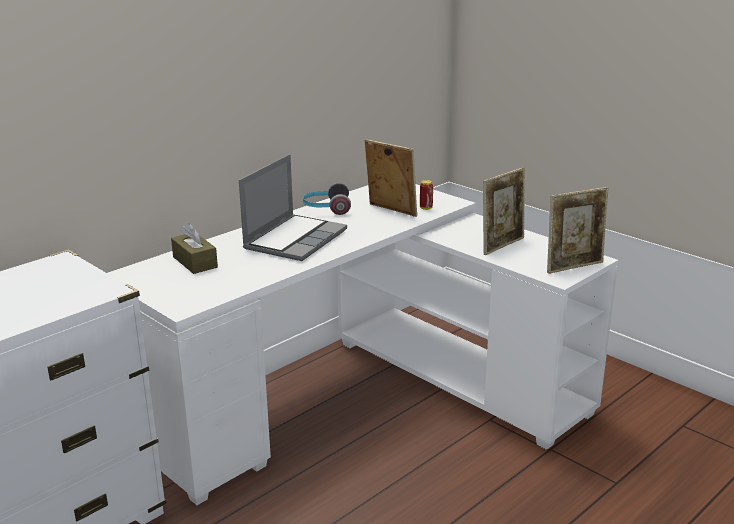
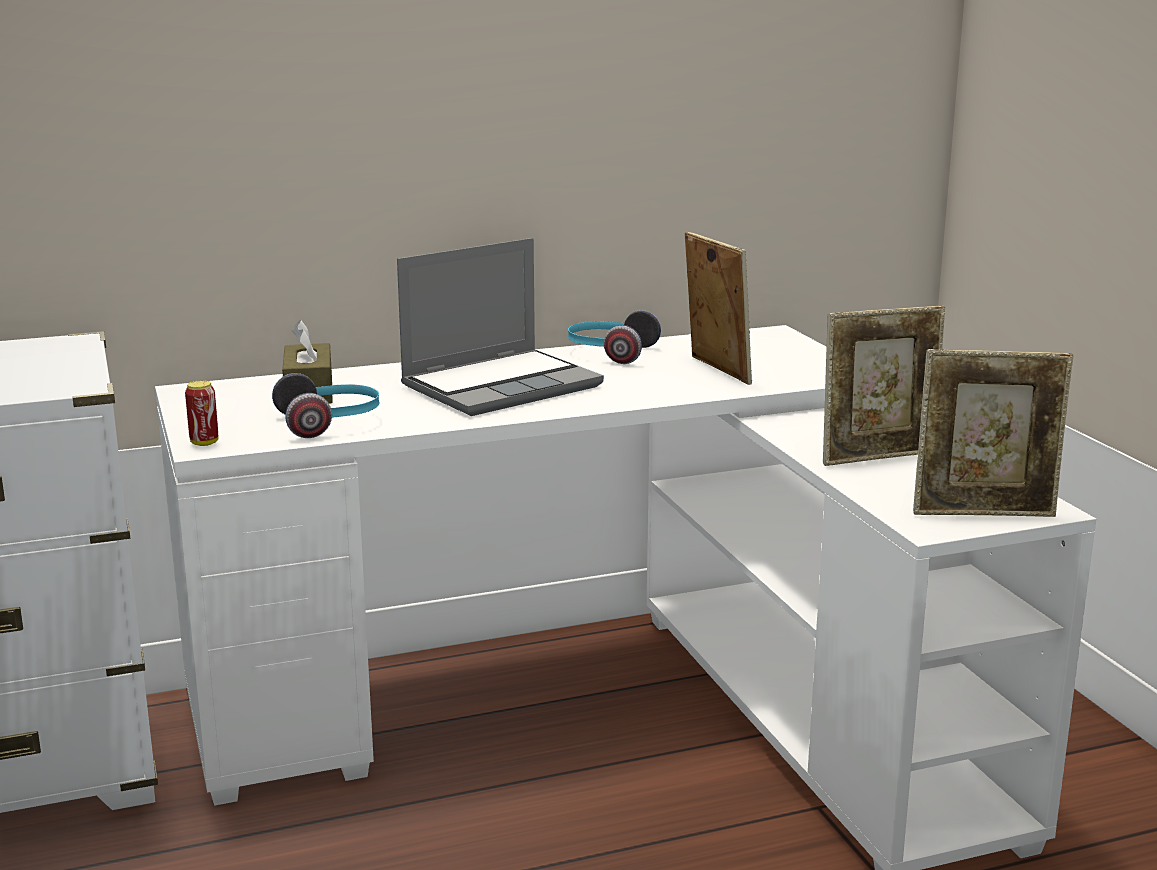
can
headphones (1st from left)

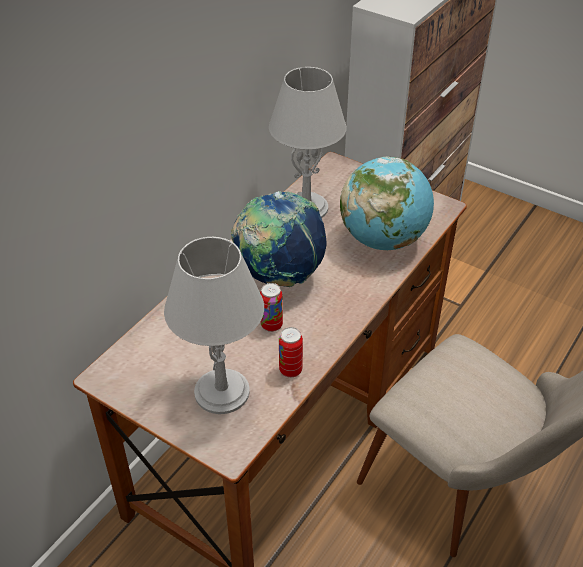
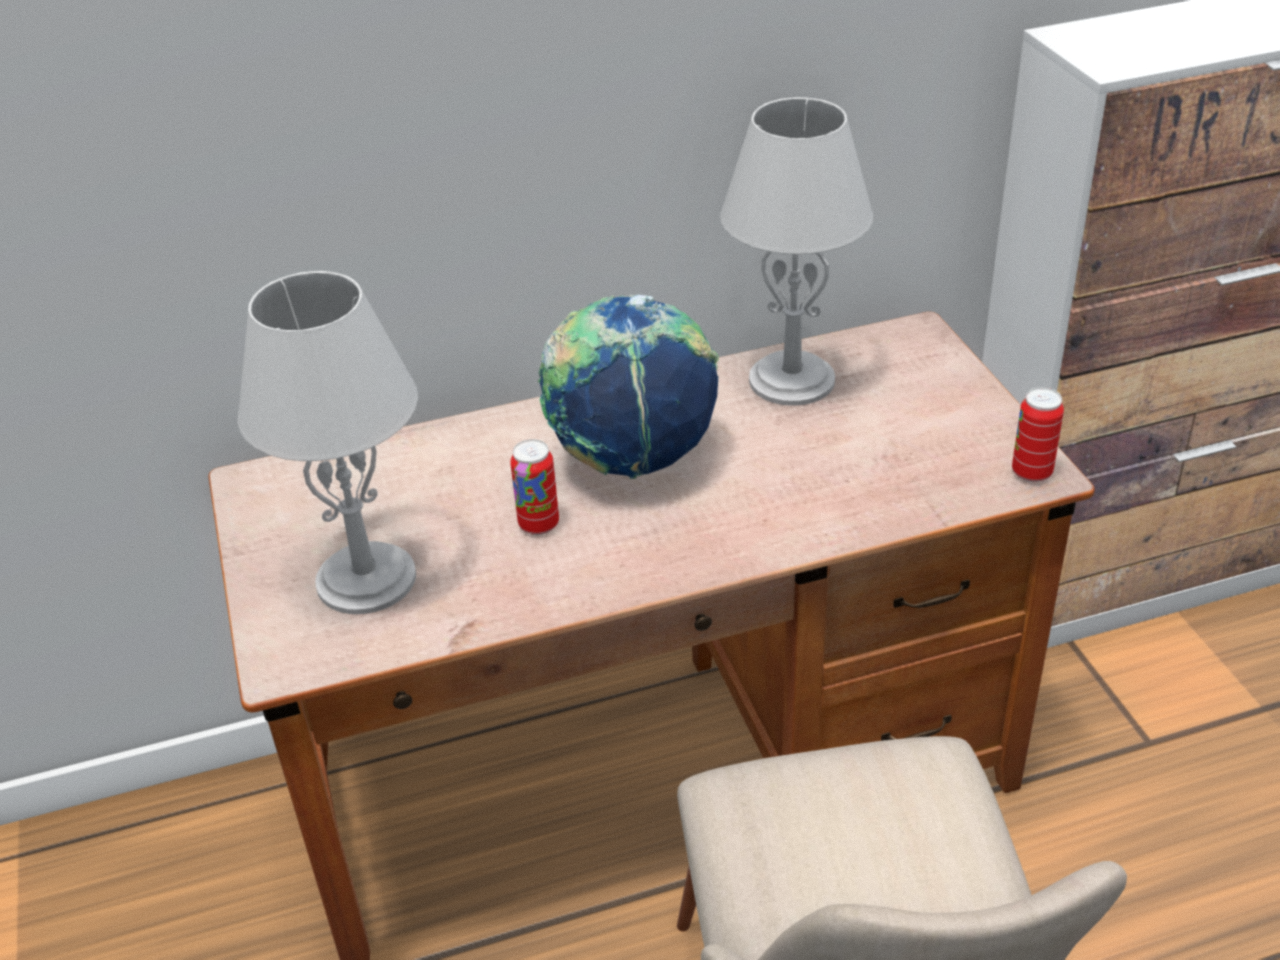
can (2nd from left)
globe (2nd from left in the first image)

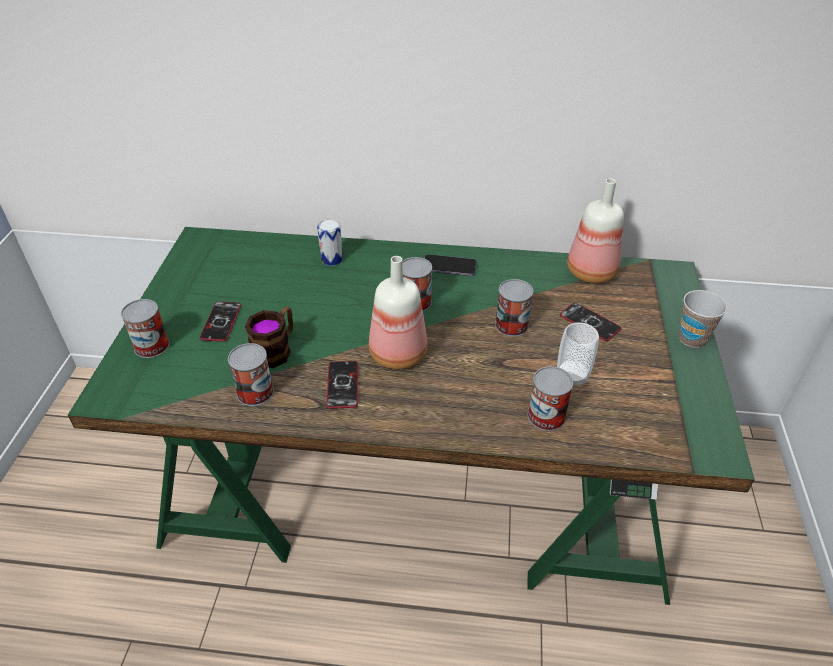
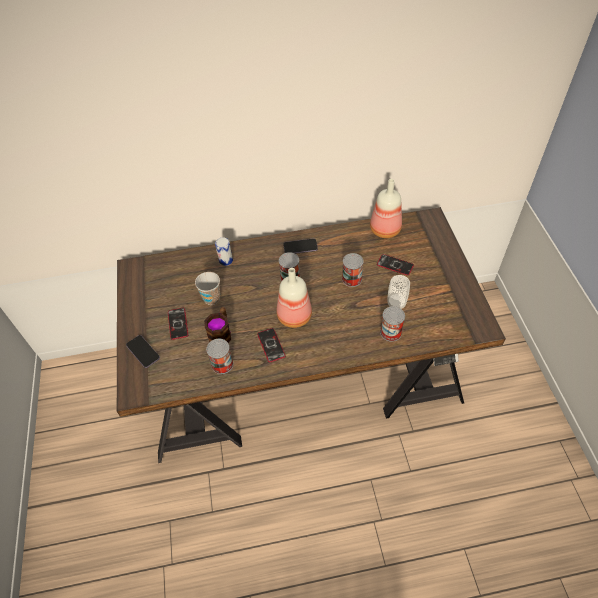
desk in brown
phone (1st from left)
cup (1st from left)

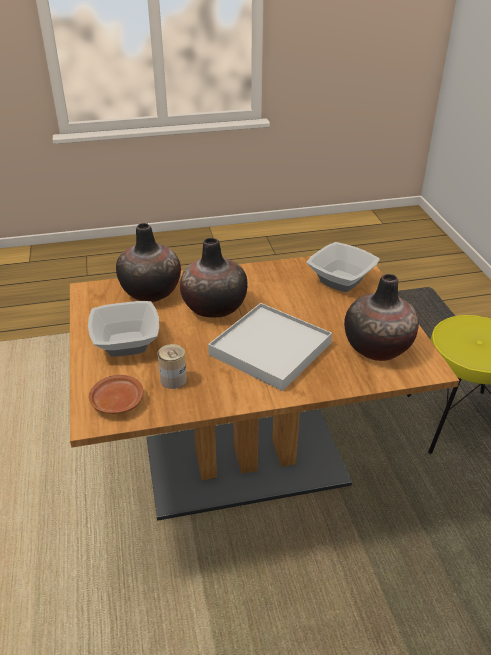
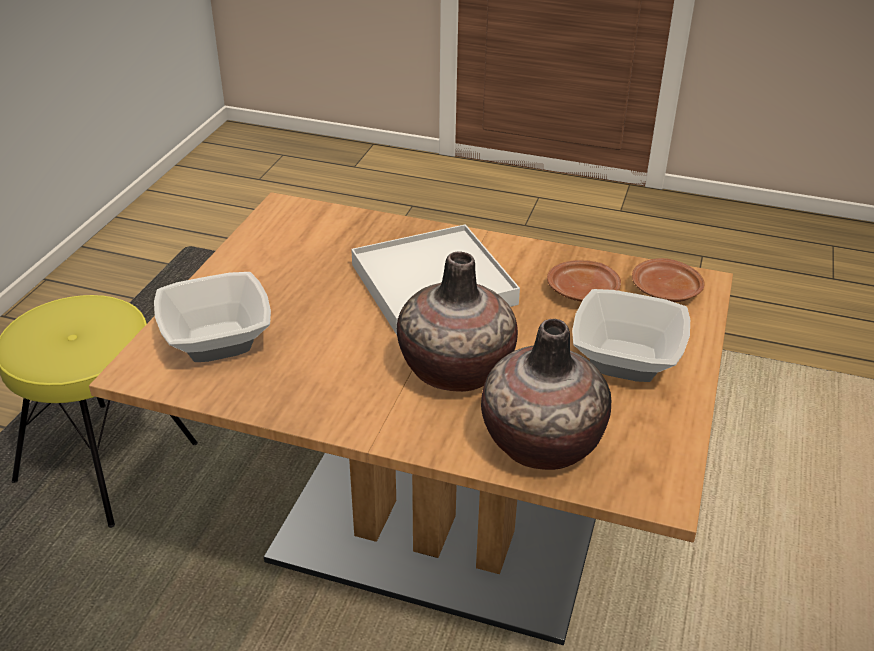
plate in brown (1st from left)
vase (3rd from left in the first image)

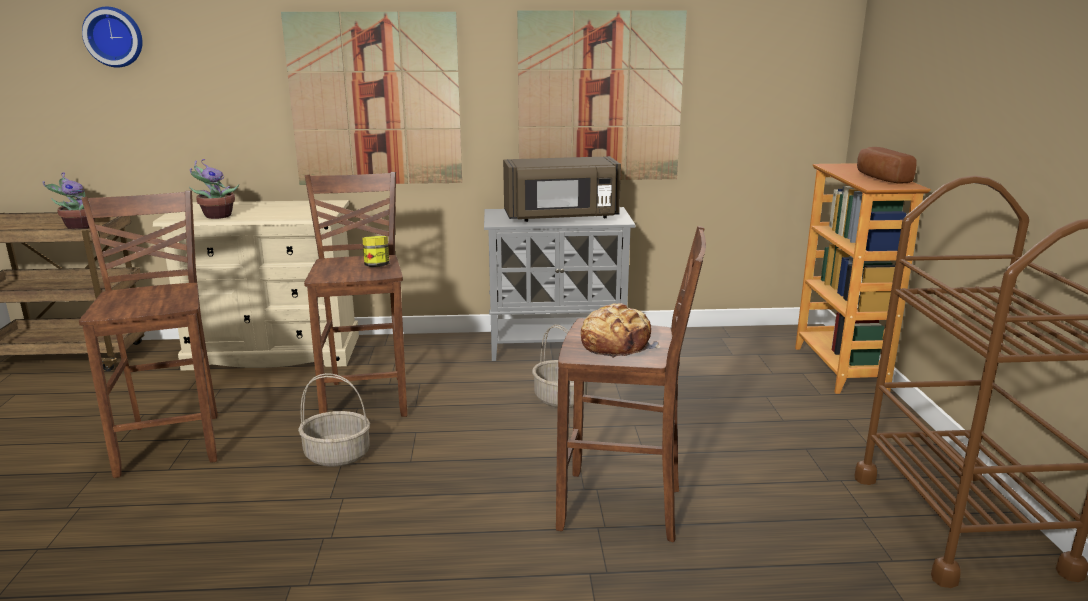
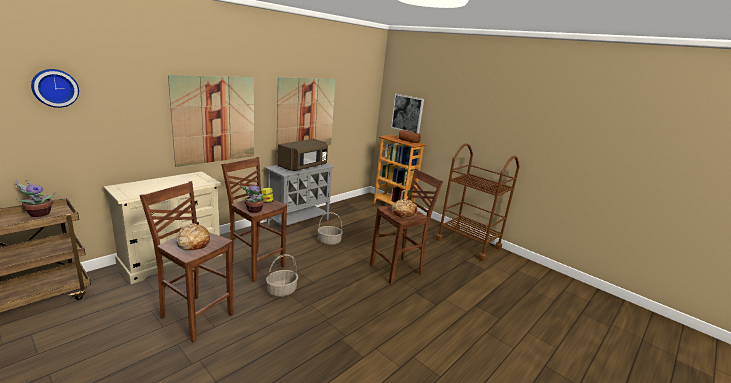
bread (1st from left)
potted plant (2nd from left)
picture (3rd from left)

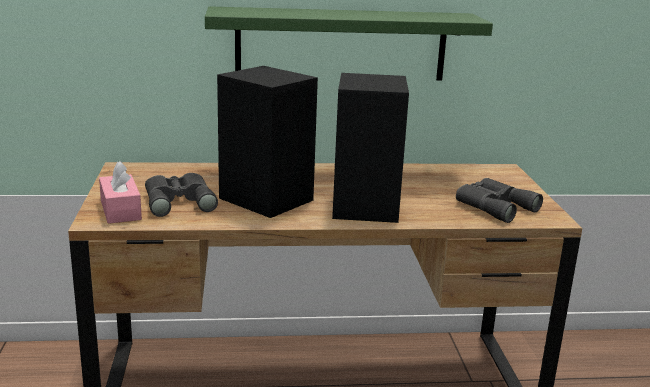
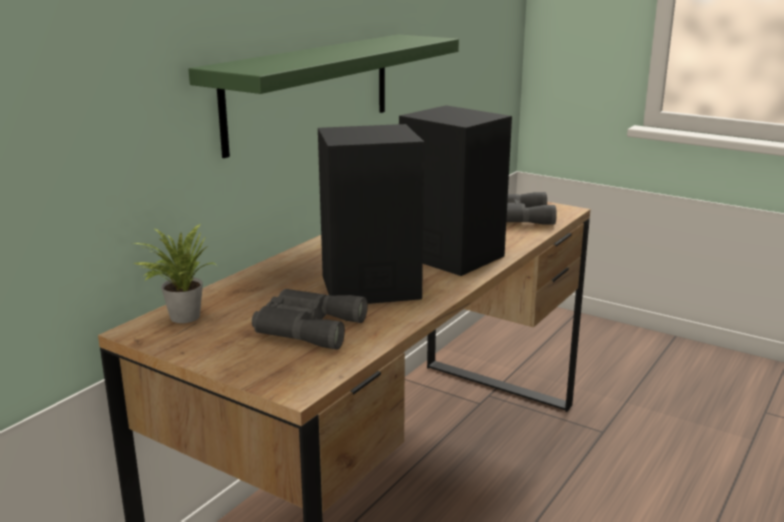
potted plant
tissue box in pink

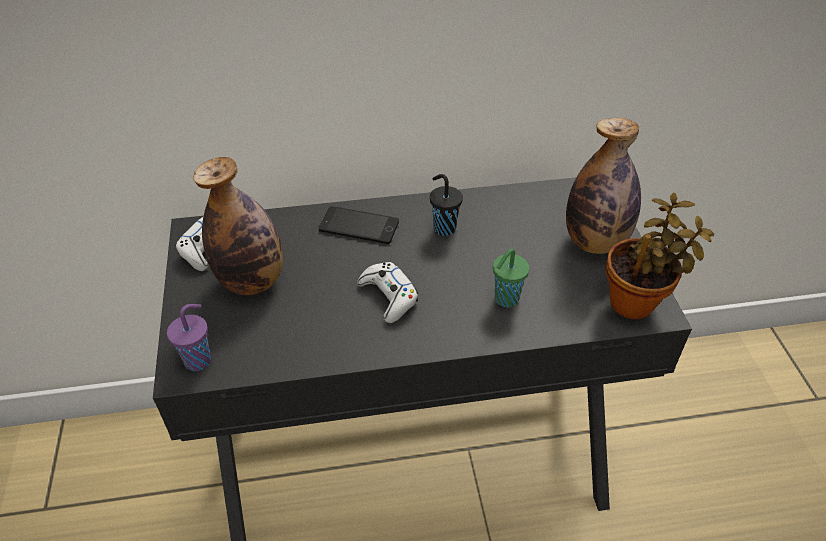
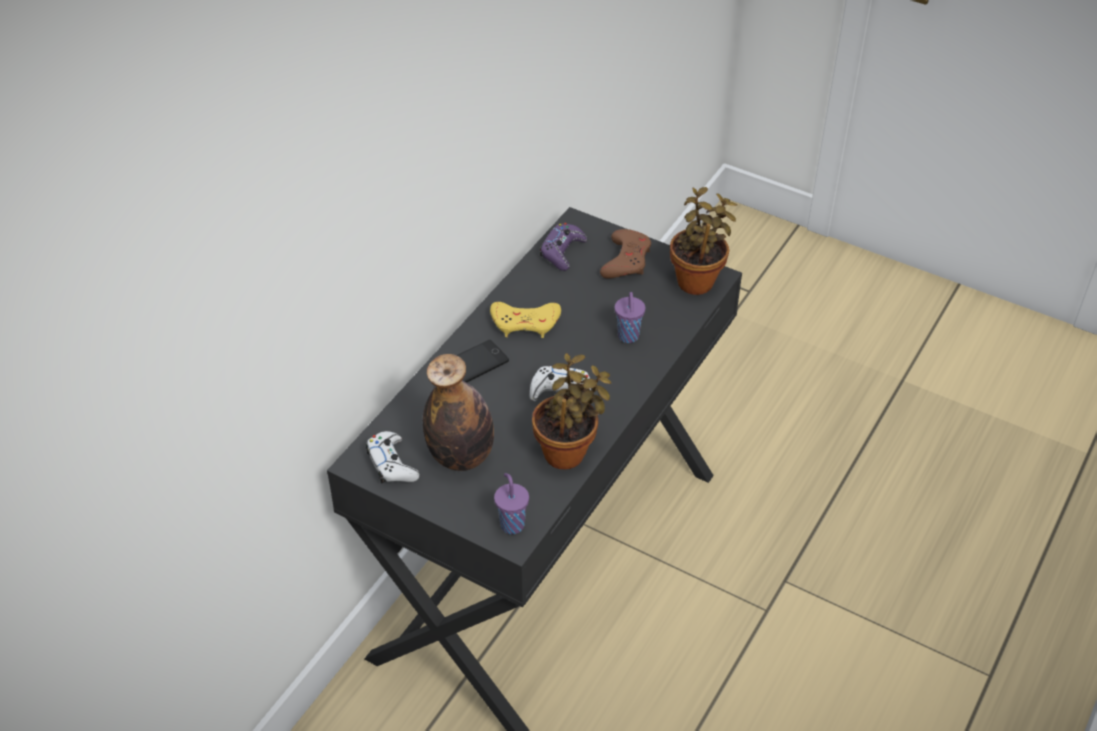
game controller in yellow
potted plant (1st from left)
game controller in purple
game controller in brown
cup in purple (2nd from left)

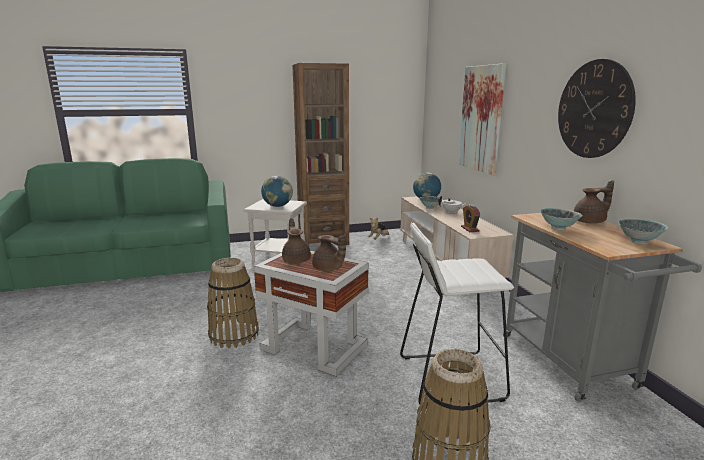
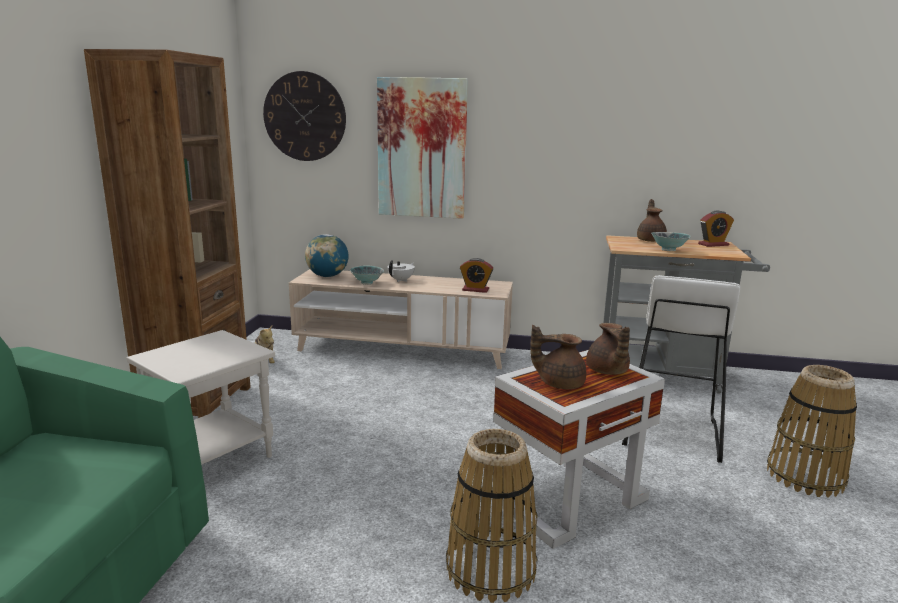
wall clock
teapot in brown (2nd from left)
alarm clock (2nd from left)
globe (1st from left in the first image)

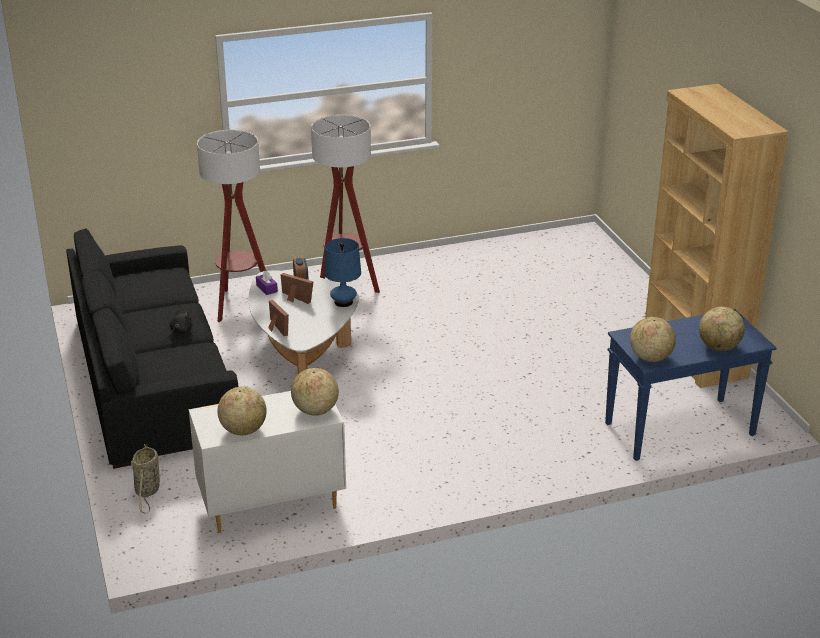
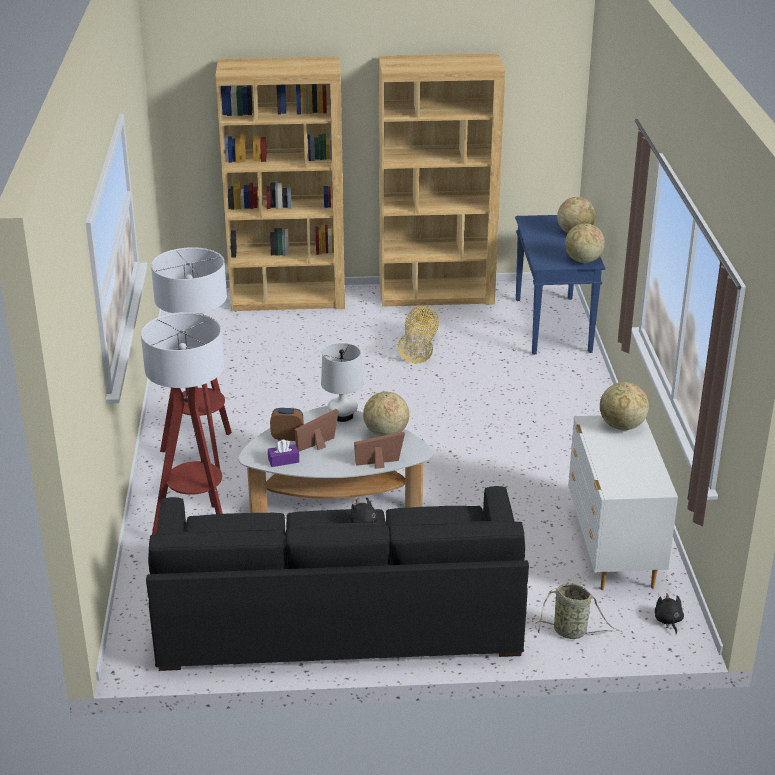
bookcase in brown (1st from left)
table lamp in white
globe (1st from left)
basket (1st from left)
plush toy in black (2nd from left)

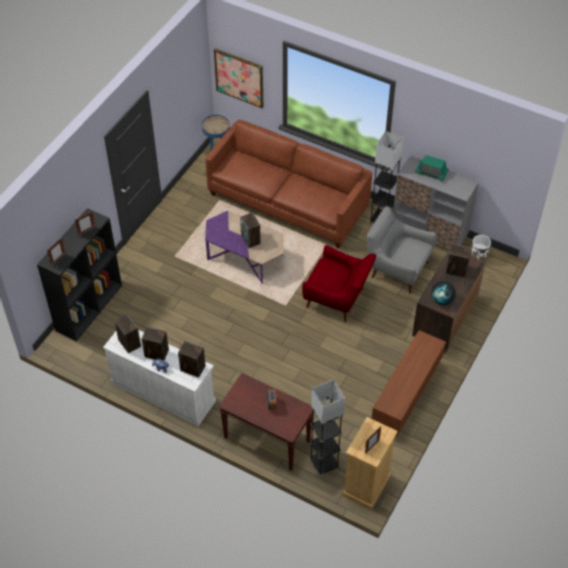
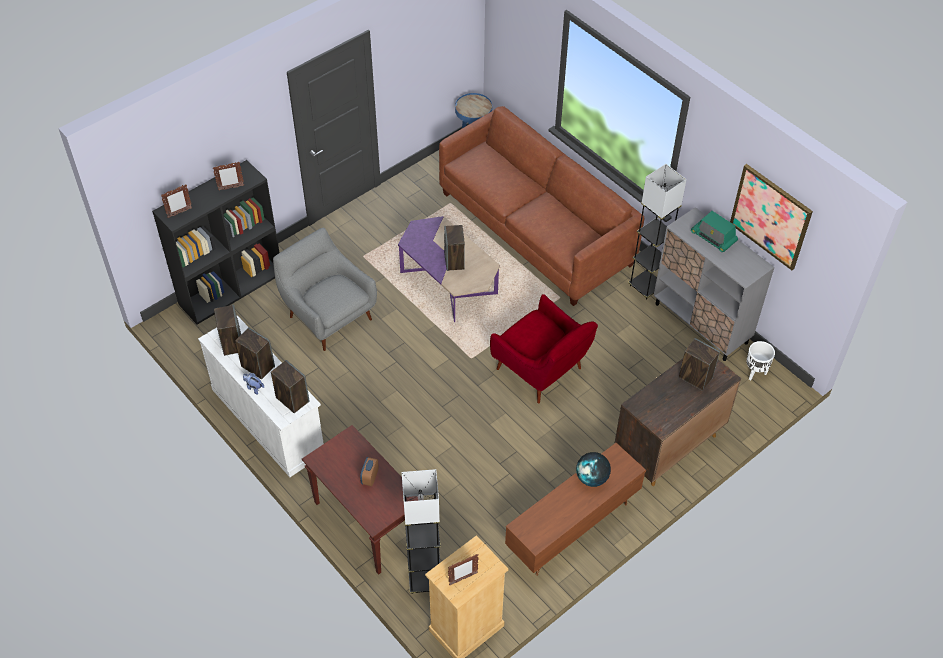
armchair in grey
globe
picture

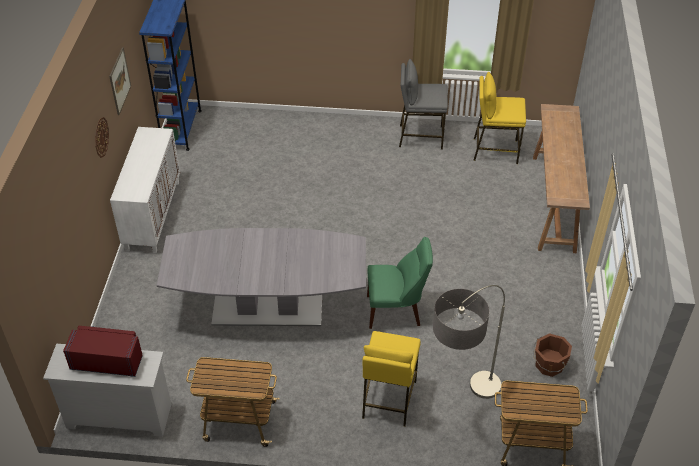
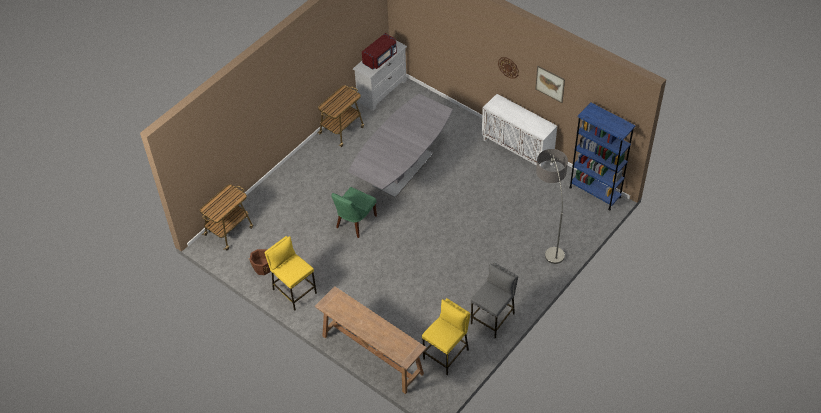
stool in yellow (1st from left)
floor lamp

